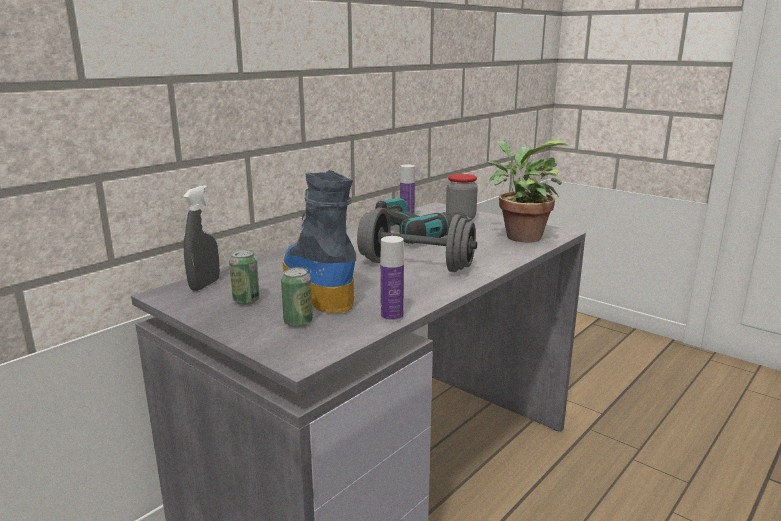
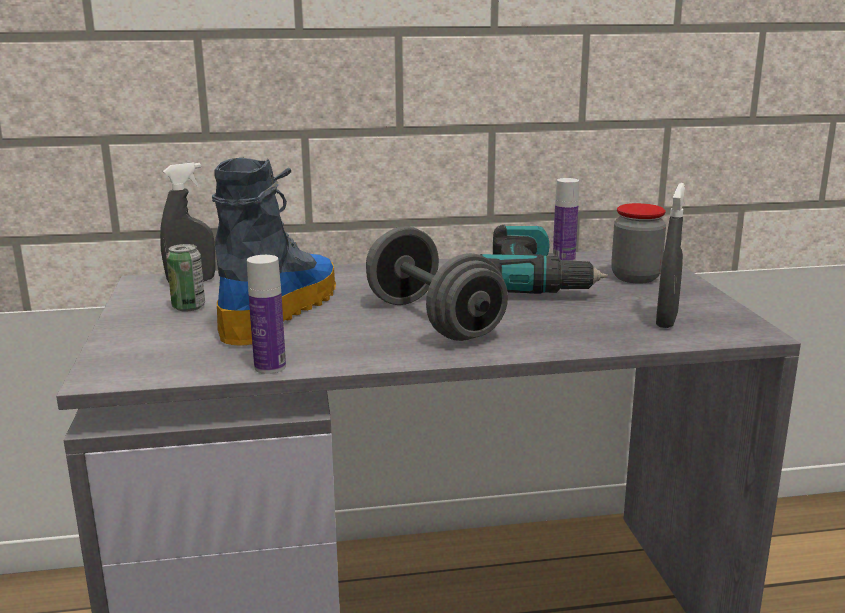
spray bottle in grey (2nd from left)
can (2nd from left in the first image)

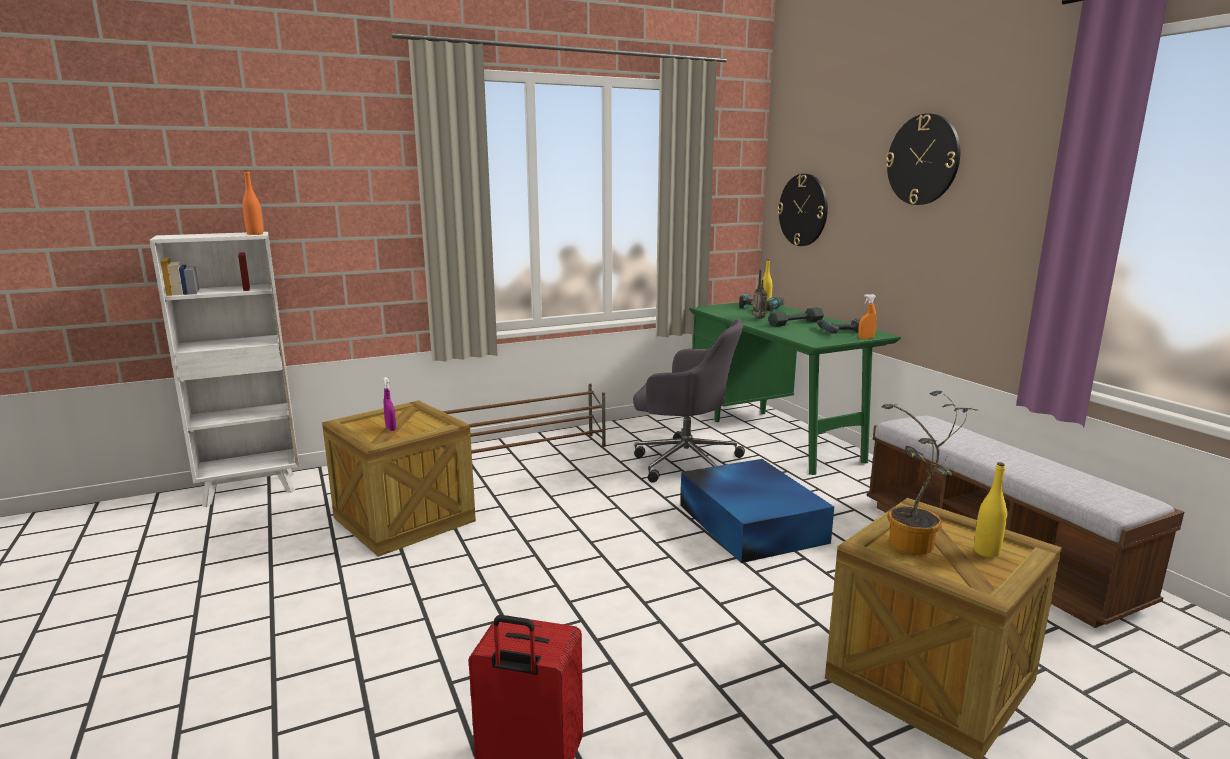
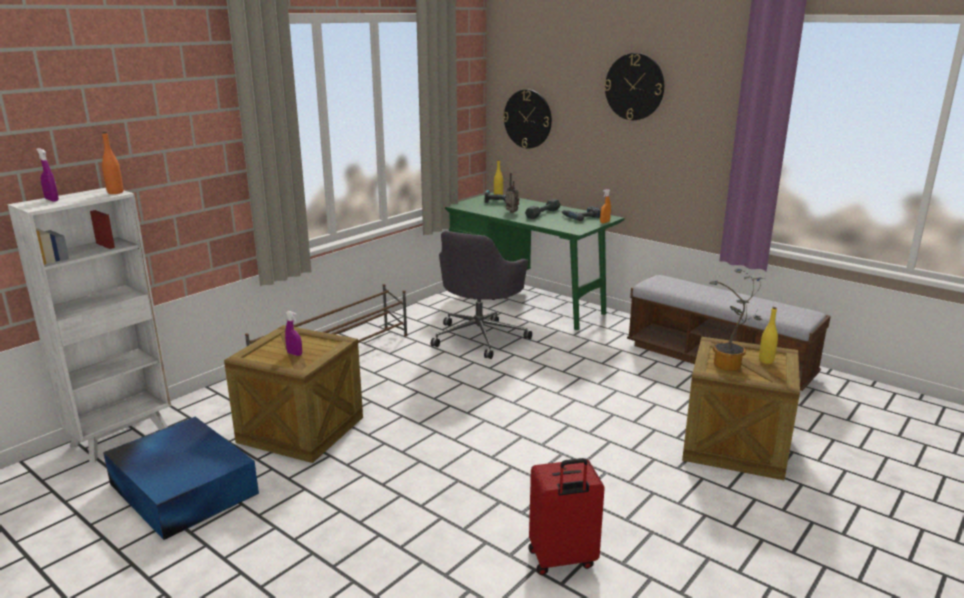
spray bottle in purple (1st from left)
storage box in blue
office chair in grey

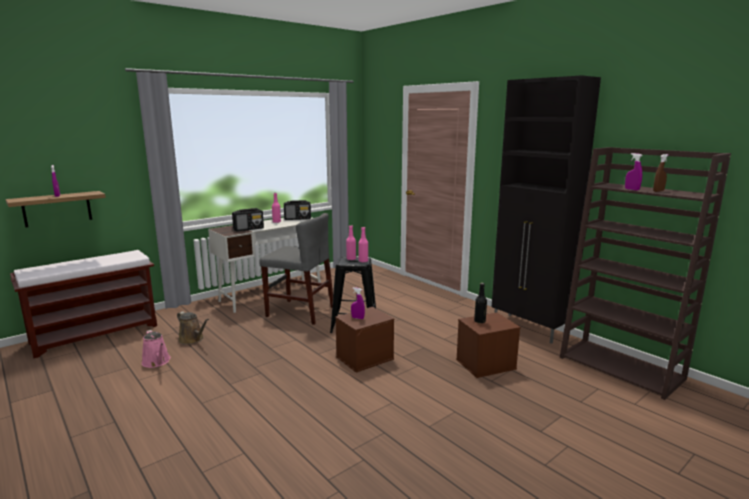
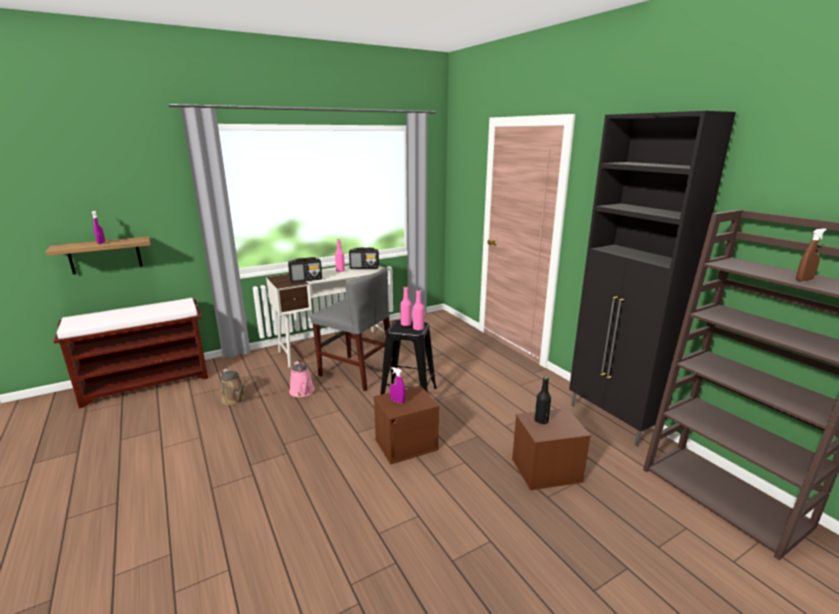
watering can in pink
spray bottle in purple (3rd from left in the first image)

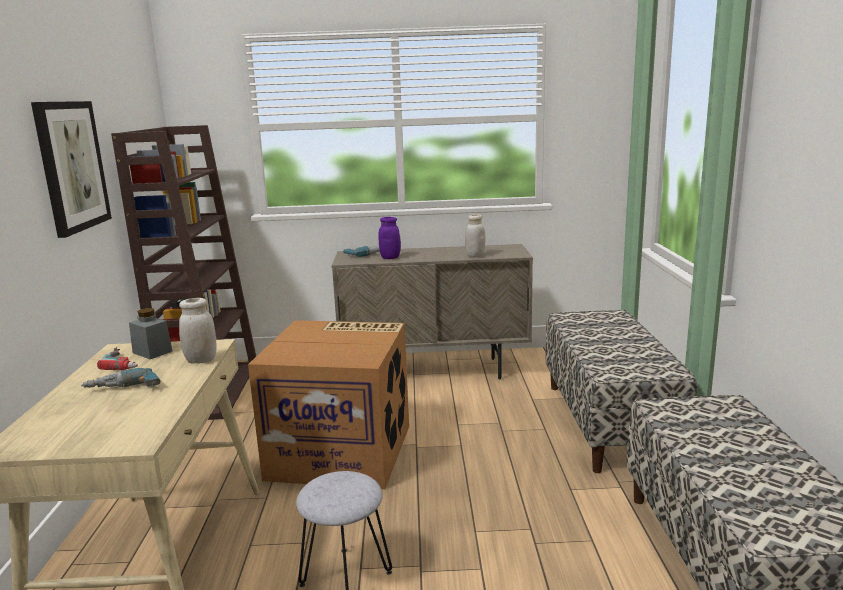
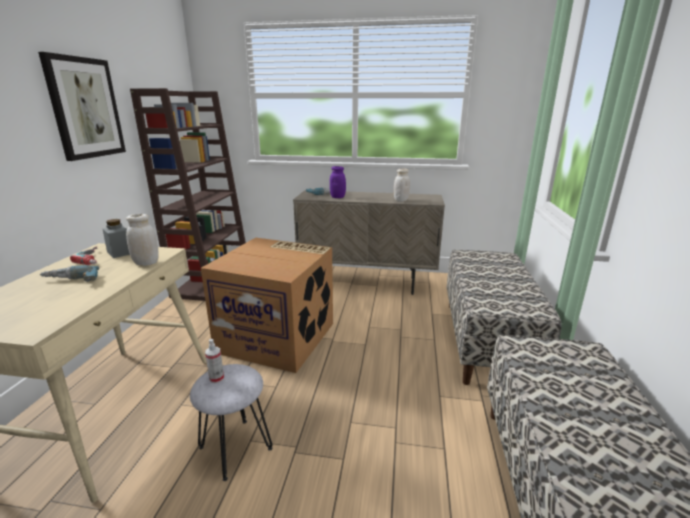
spray bottle

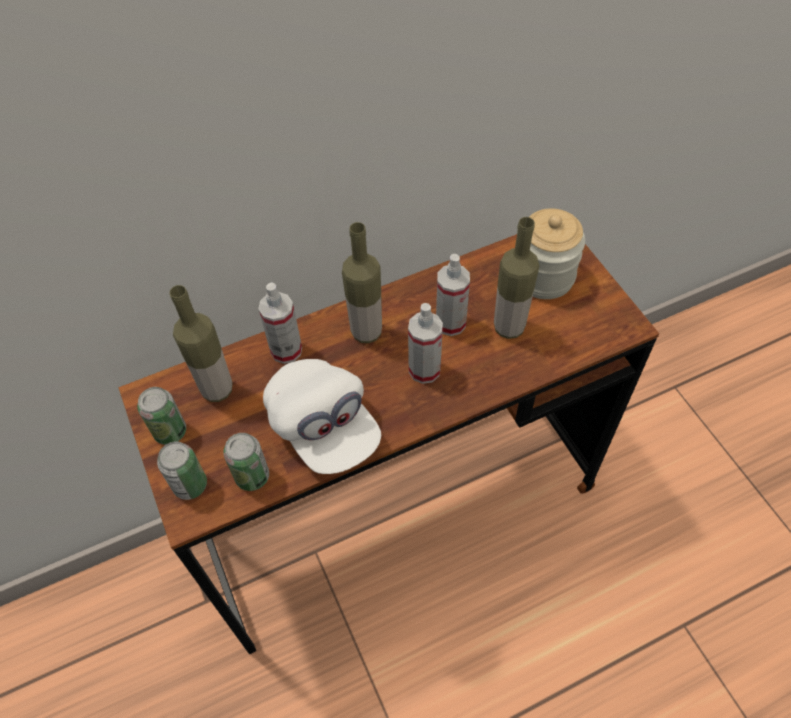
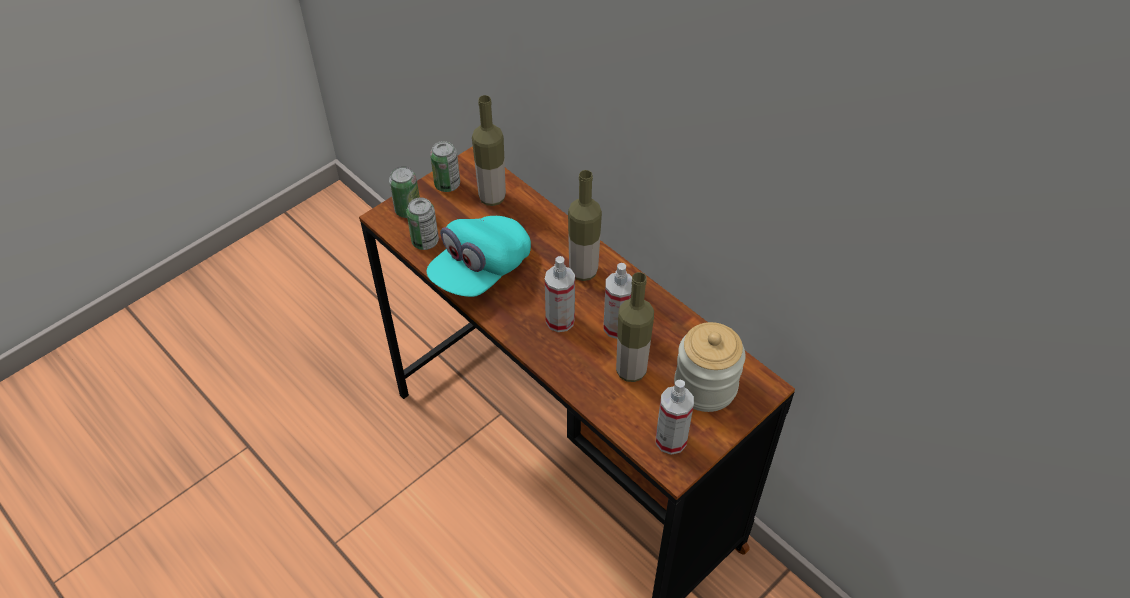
cap in turquoise
spray bottle (3rd from left)

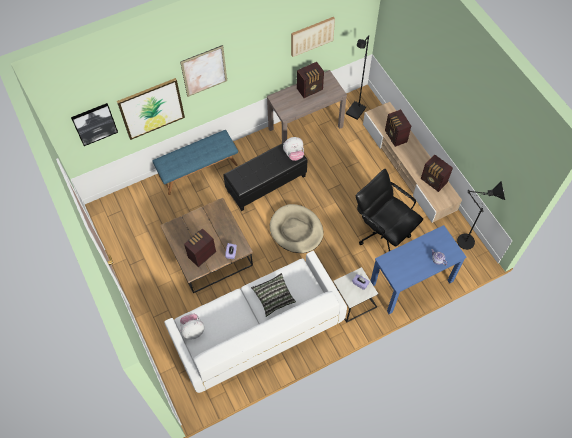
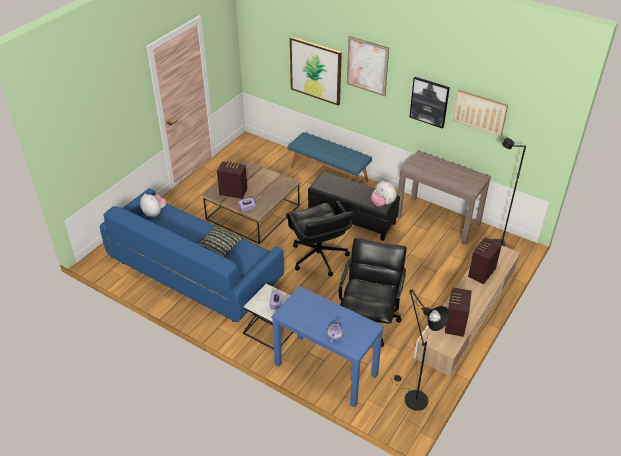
sofa in blue
office chair in black (1st from left)
picture (3rd from left)
radio (2nd from left in the first image)

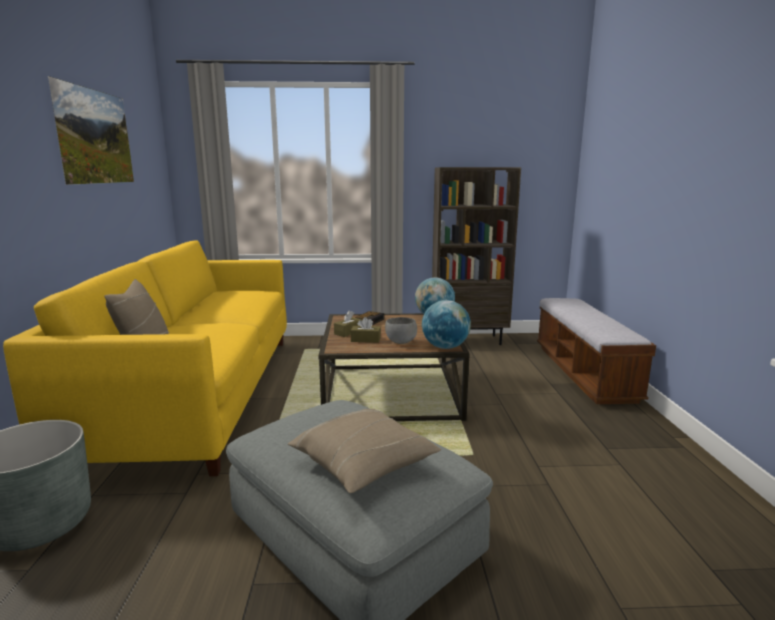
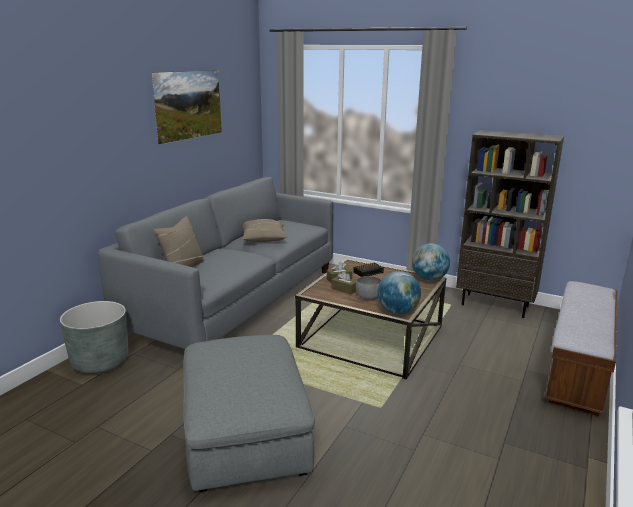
sofa in grey
pillow in beige (2nd from left)

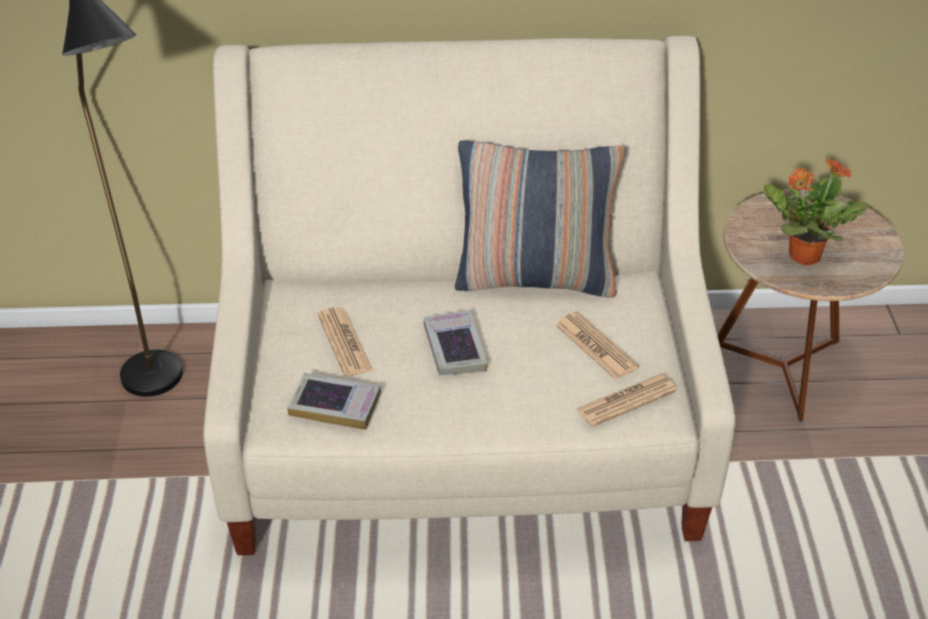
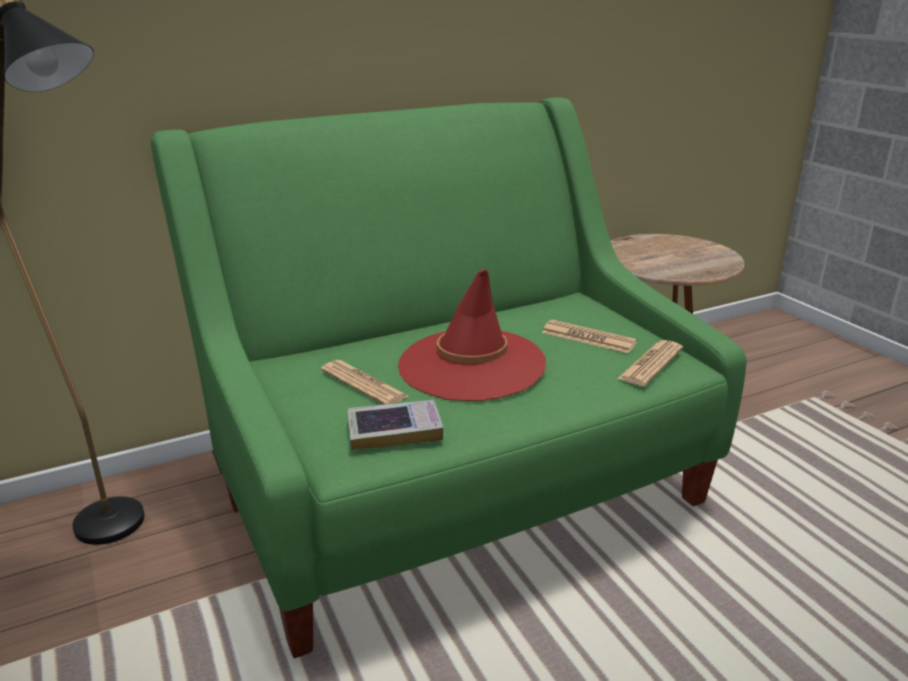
sofa in green
hat in red
pillow
potted plant

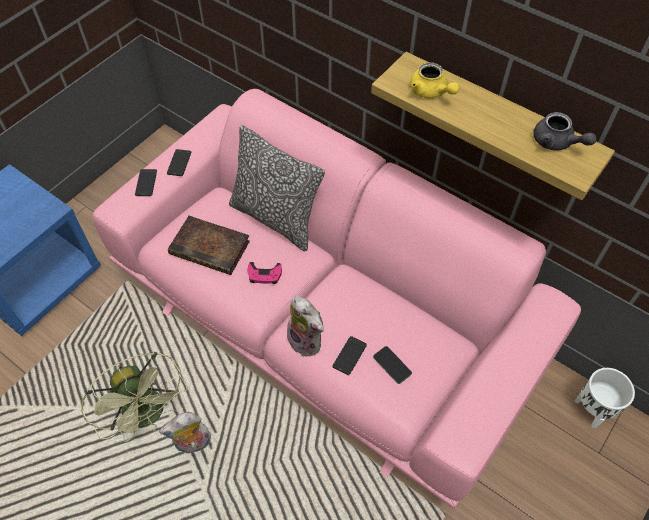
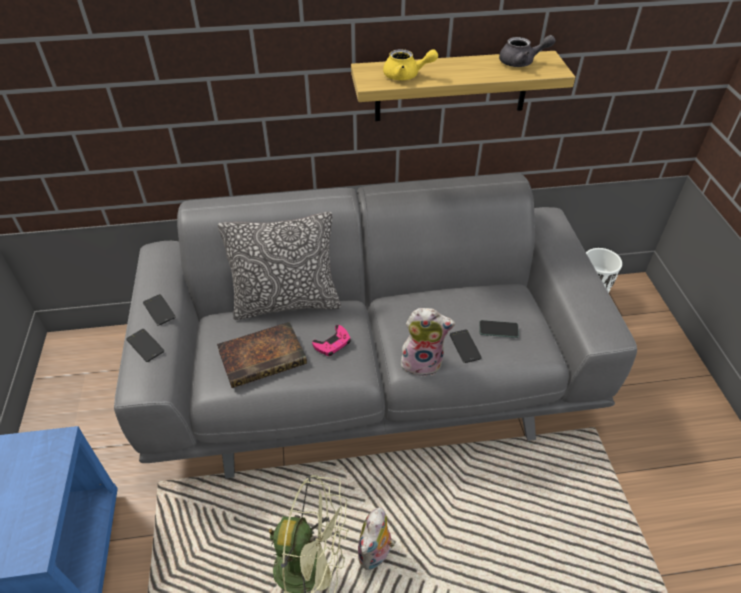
sofa in grey

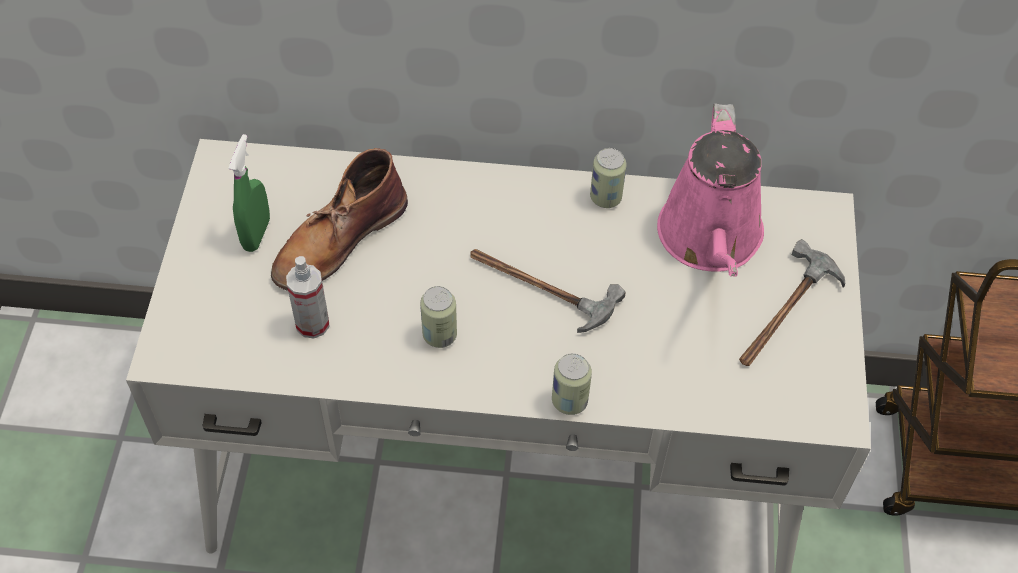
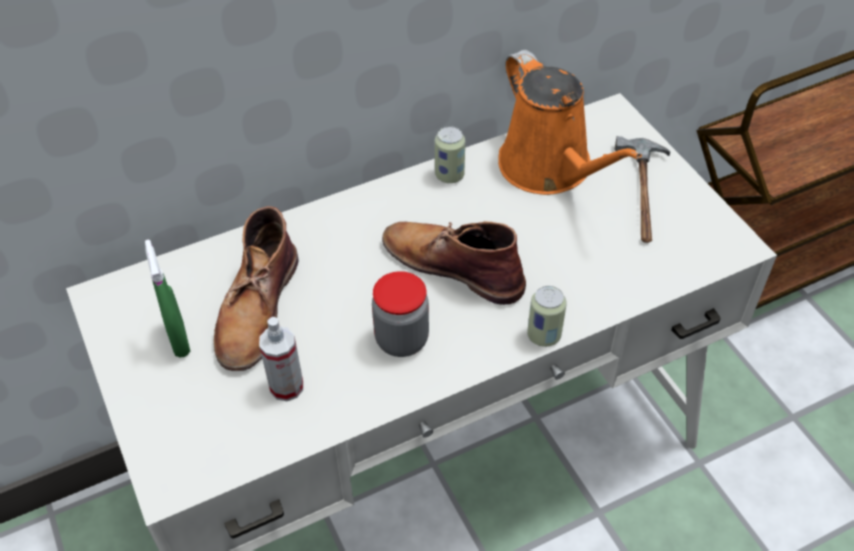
jar
boot in brown (2nd from left)
watering can in orange

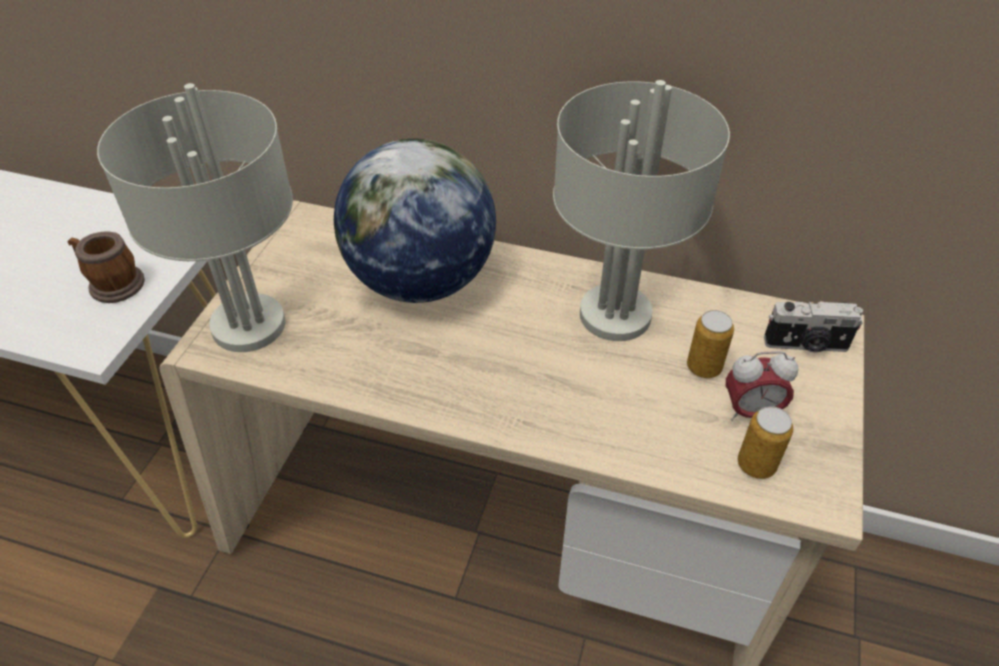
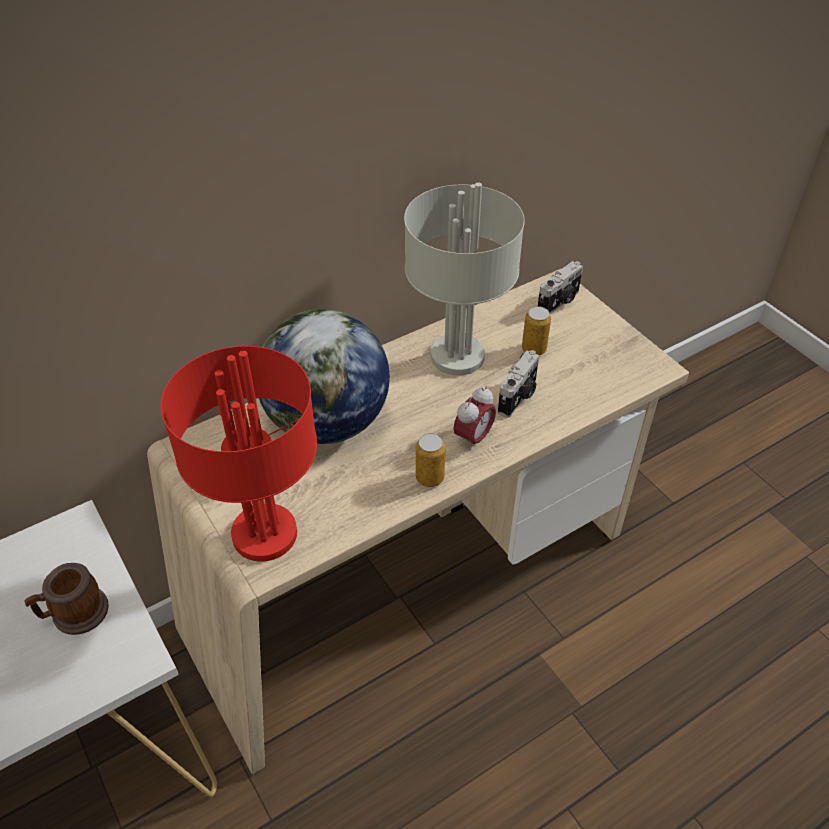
table lamp in red
can (1st from left)
alarm clock
photo camera (1st from left)

